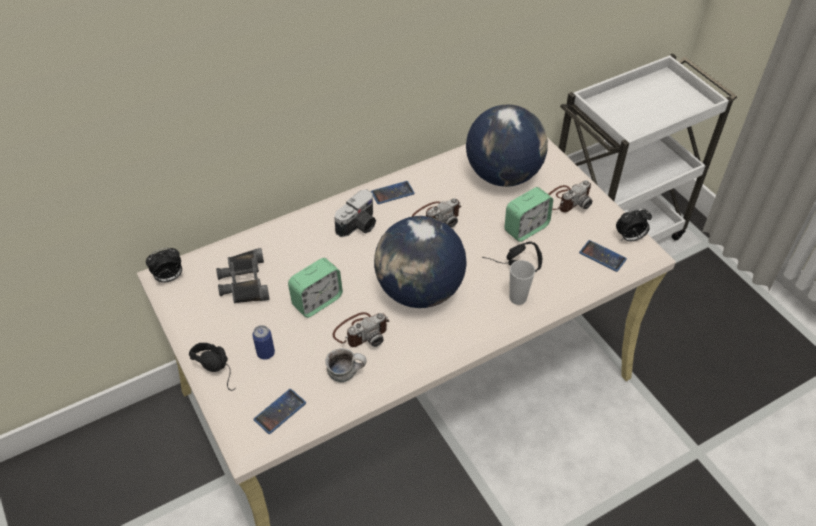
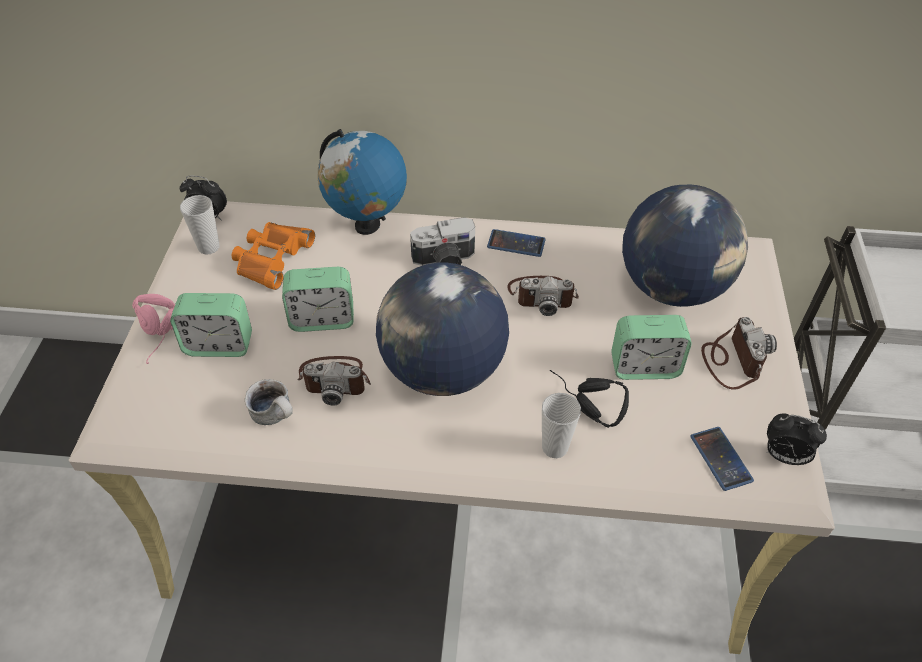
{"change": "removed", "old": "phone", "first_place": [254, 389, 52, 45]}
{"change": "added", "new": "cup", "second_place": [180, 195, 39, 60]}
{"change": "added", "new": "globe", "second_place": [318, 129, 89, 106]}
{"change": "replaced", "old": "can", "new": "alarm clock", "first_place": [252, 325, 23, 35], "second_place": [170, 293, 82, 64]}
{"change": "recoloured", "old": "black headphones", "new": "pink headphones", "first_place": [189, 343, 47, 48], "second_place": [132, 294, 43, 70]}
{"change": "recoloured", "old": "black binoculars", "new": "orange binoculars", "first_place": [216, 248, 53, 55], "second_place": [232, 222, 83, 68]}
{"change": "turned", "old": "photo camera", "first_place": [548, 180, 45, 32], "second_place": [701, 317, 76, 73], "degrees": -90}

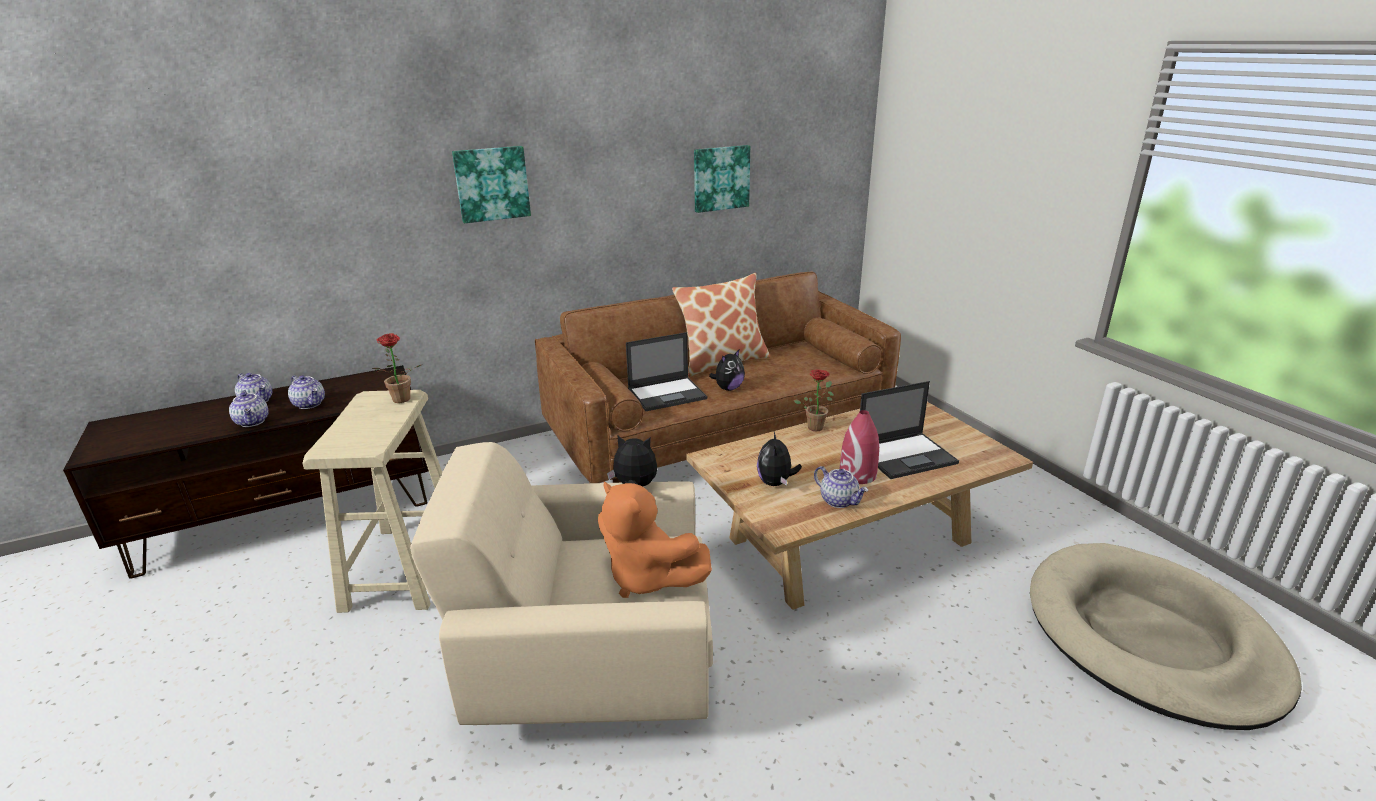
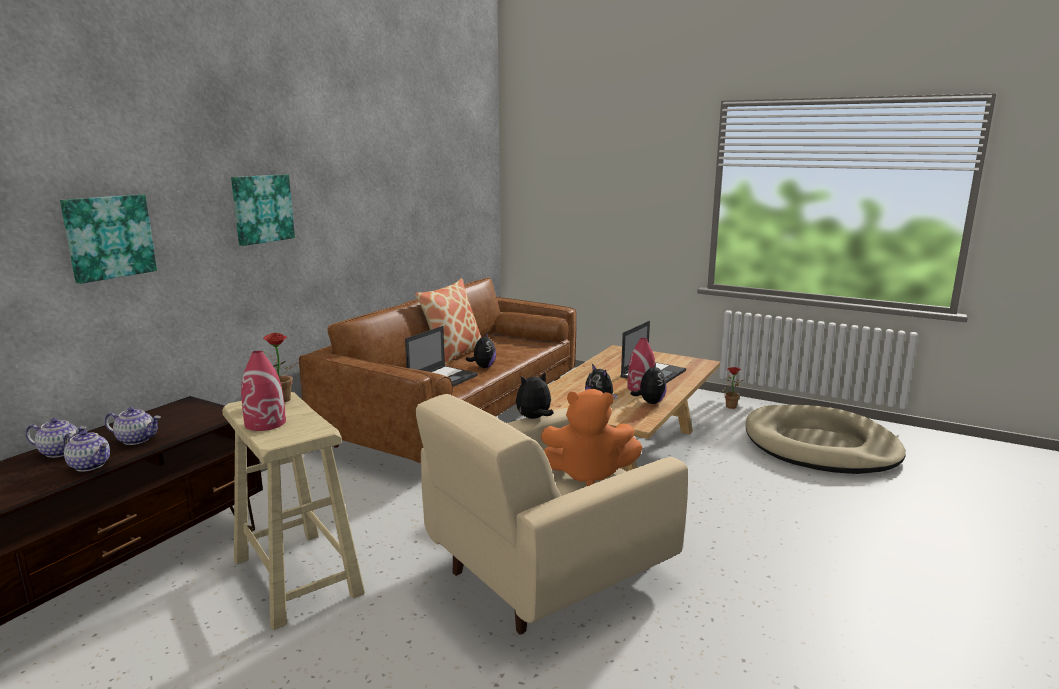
{"change": "added", "new": "red vase", "second_place": [241, 351, 45, 80]}
{"change": "moved", "old": "picture", "first_place": [694, 145, 56, 68], "second_place": [60, 194, 97, 90]}
{"change": "moved", "old": "potted plant", "first_place": [794, 370, 40, 61], "second_place": [722, 367, 21, 42]}
{"change": "replaced", "old": "teapot", "new": "plush toy", "first_place": [814, 466, 54, 42], "second_place": [631, 363, 36, 41]}

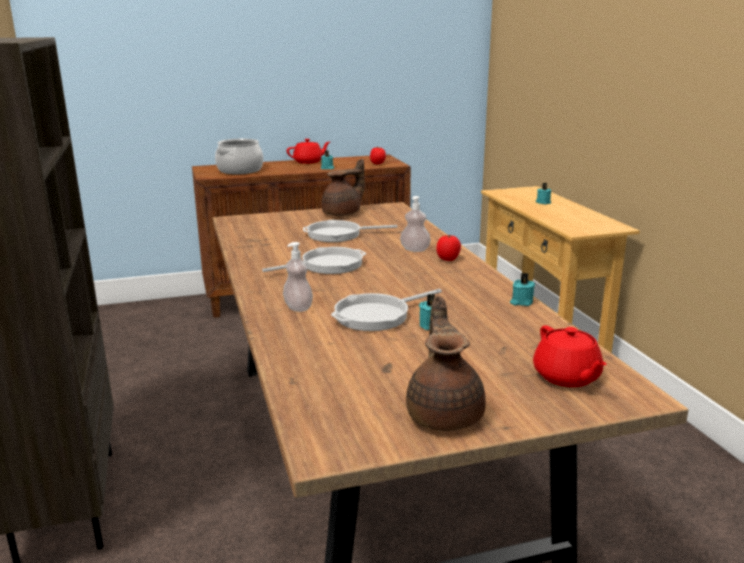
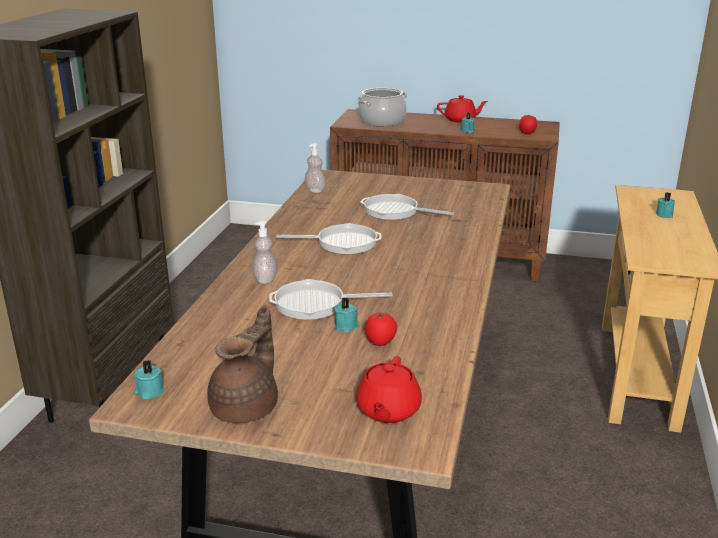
{"change": "removed", "old": "brown teapot", "first_place": [321, 159, 44, 57]}
{"change": "moved", "old": "soap dispenser", "first_place": [400, 196, 31, 56], "second_place": [304, 143, 22, 50]}
{"change": "moved", "old": "tomato", "first_place": [436, 235, 25, 26], "second_place": [365, 312, 32, 34]}
{"change": "moved", "old": "turquoise candle", "first_place": [510, 273, 25, 33], "second_place": [134, 360, 31, 40]}

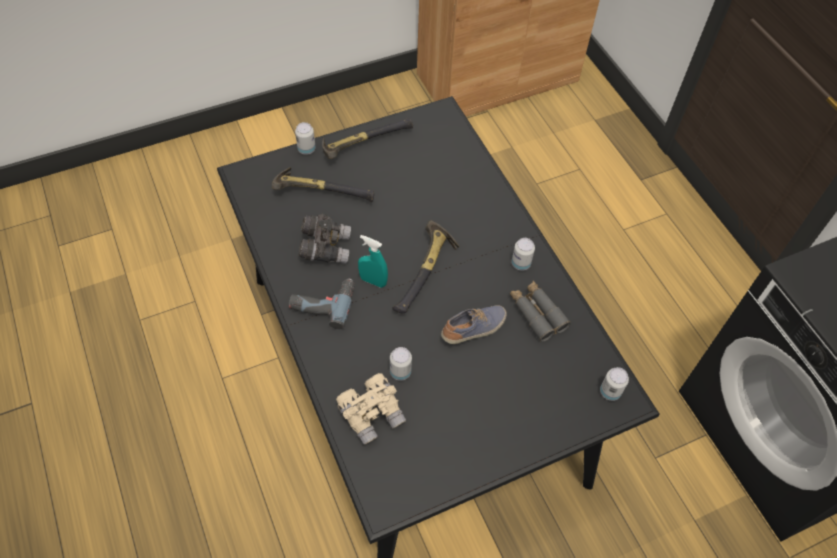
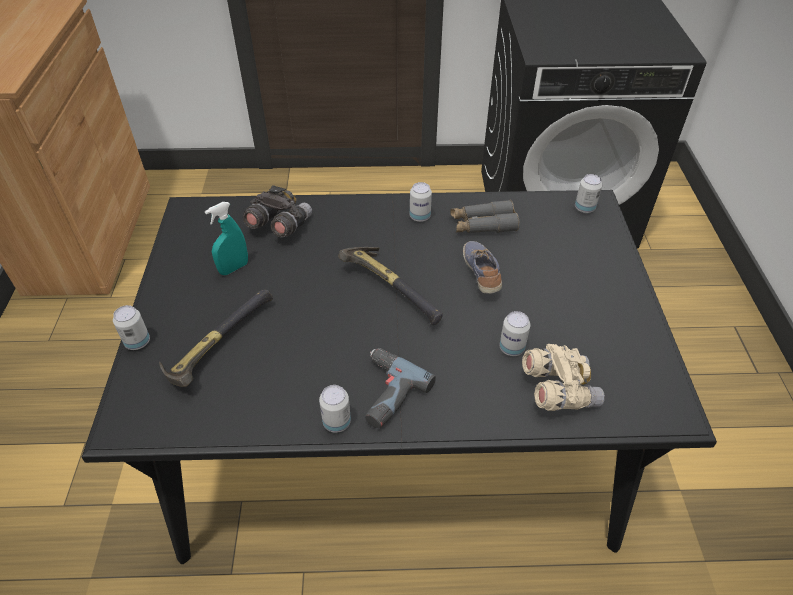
{"change": "removed", "old": "hammer", "first_place": [322, 119, 91, 40]}
{"change": "added", "new": "can", "second_place": [319, 385, 32, 48]}
{"change": "moved", "old": "grey binoculars", "first_place": [299, 214, 52, 50], "second_place": [243, 185, 69, 52]}
{"change": "moved", "old": "turquoise spray bottle", "first_place": [358, 235, 30, 53], "second_place": [205, 202, 43, 73]}

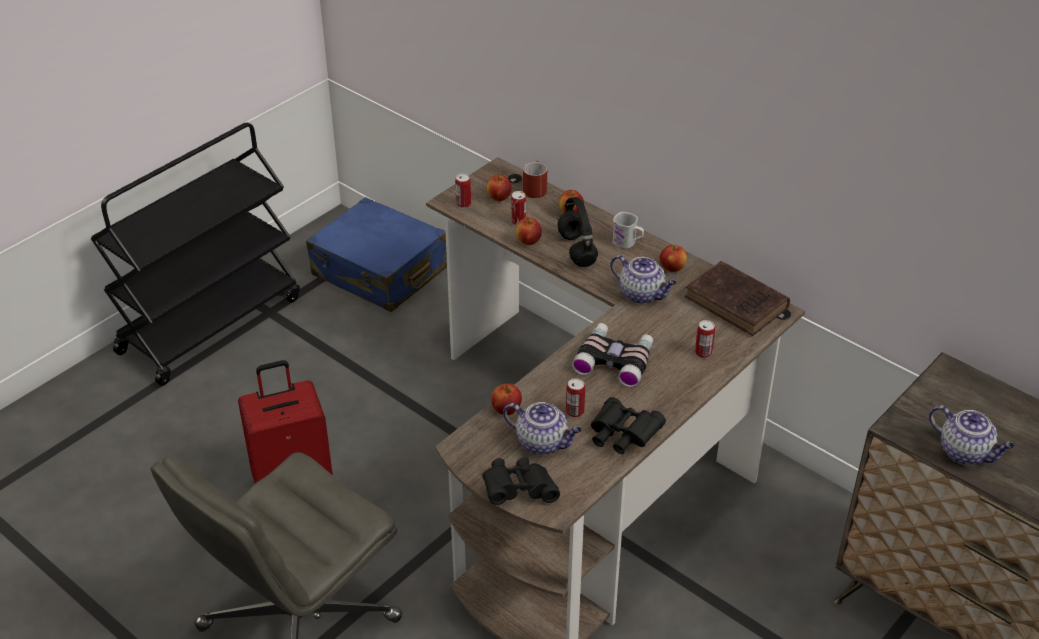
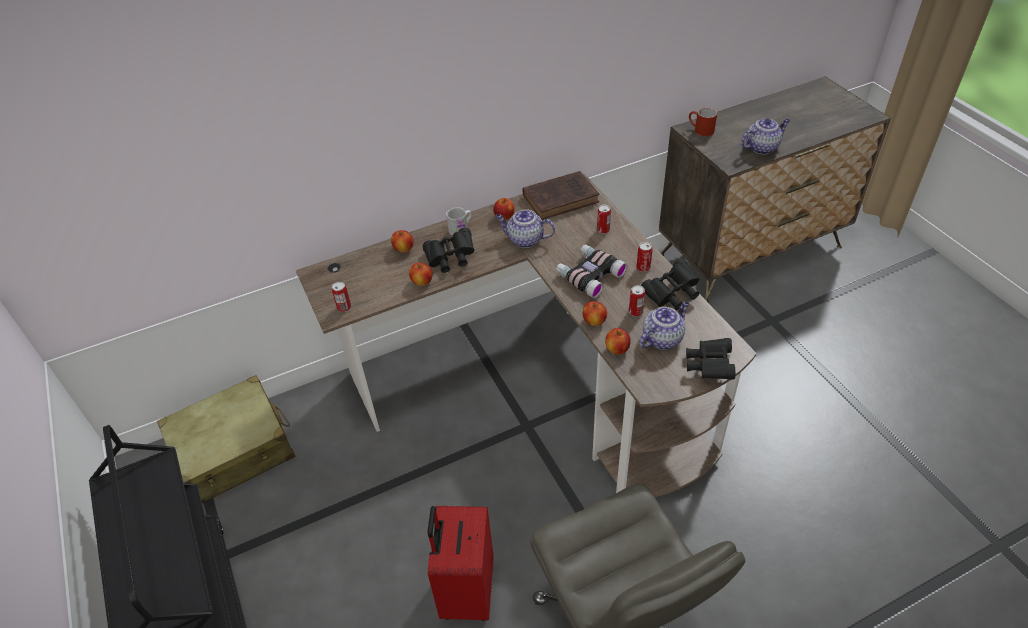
{"change": "moved", "old": "apple", "first_place": [486, 174, 26, 27], "second_place": [583, 301, 24, 25]}
{"change": "moved", "old": "can", "first_place": [511, 191, 15, 35], "second_place": [636, 242, 17, 30]}
{"change": "moved", "old": "red mug", "first_place": [523, 161, 24, 37], "second_place": [689, 107, 28, 29]}
{"change": "replaced", "old": "black headphones", "new": "black binoculars", "first_place": [558, 197, 40, 70], "second_place": [423, 228, 51, 45]}
{"change": "recoloured", "old": "blue suitcase", "new": "beige suitcase", "first_place": [306, 197, 141, 115], "second_place": [157, 375, 138, 128]}
{"change": "turned", "old": "teapot", "first_place": [610, 255, 67, 49], "second_place": [495, 209, 60, 39], "degrees": -135}

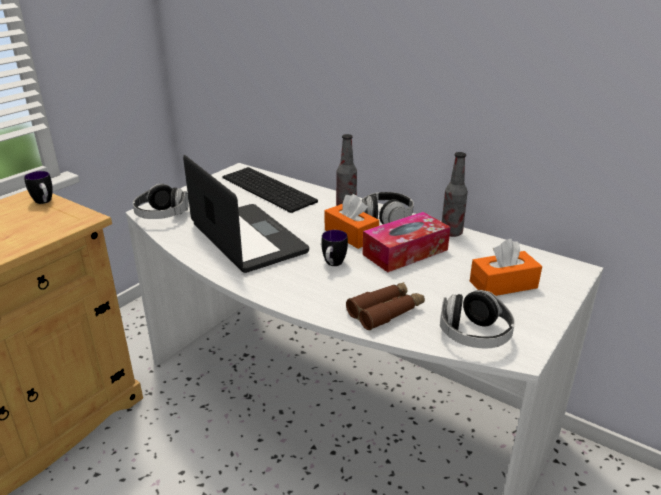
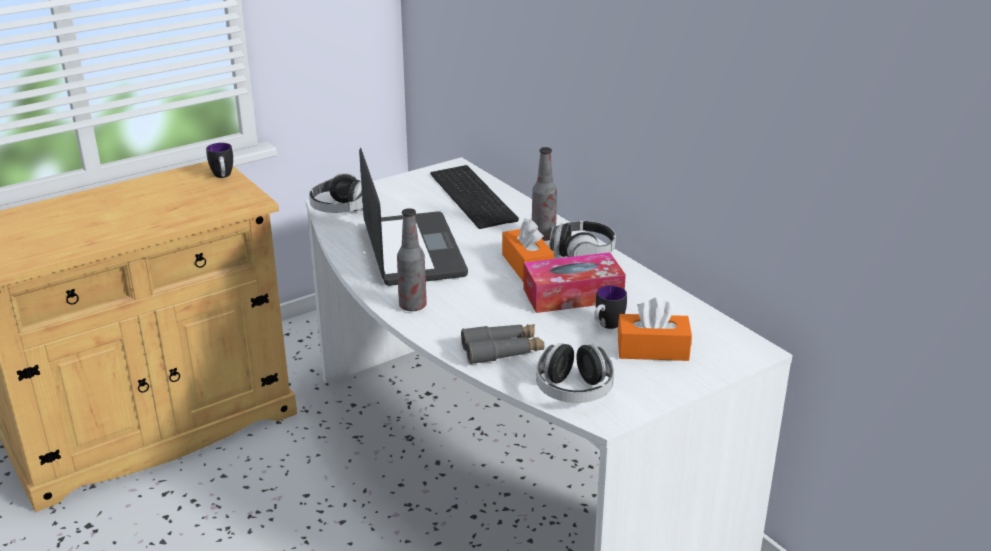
{"change": "moved", "old": "mug", "first_place": [321, 230, 27, 36], "second_place": [594, 285, 33, 44]}
{"change": "moved", "old": "bottle", "first_place": [442, 152, 26, 85], "second_place": [397, 208, 30, 103]}
{"change": "recoloured", "old": "brown binoculars", "new": "grey binoculars", "first_place": [346, 282, 79, 48], "second_place": [461, 324, 83, 40]}

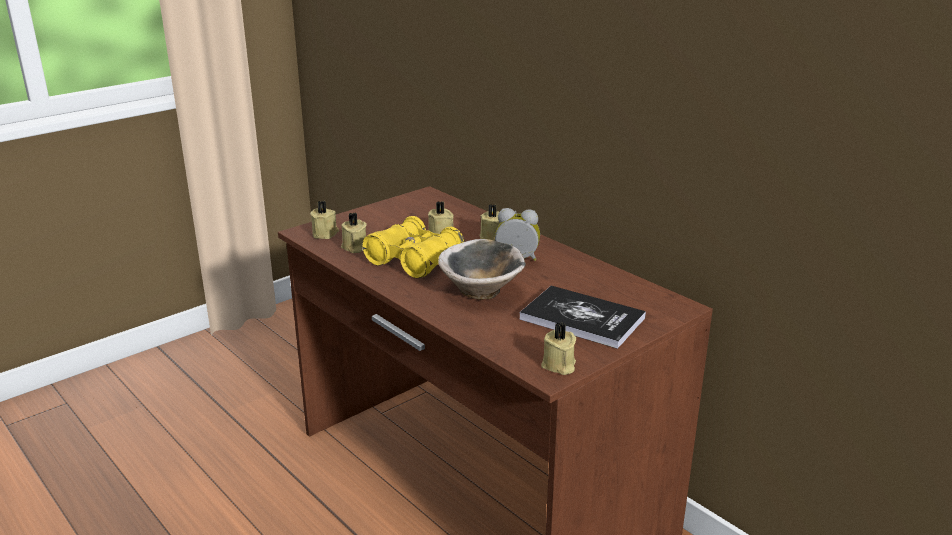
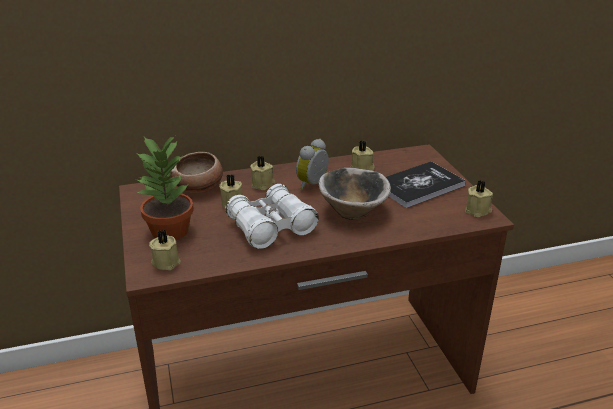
{"change": "added", "new": "potted plant", "second_place": [135, 136, 59, 104]}
{"change": "added", "new": "bowl", "second_place": [171, 152, 52, 41]}
{"change": "moved", "old": "beige candle", "first_place": [341, 212, 26, 41], "second_place": [350, 141, 25, 30]}
{"change": "recoloured", "old": "yellow binoculars", "new": "white binoculars", "first_place": [362, 216, 102, 62], "second_place": [225, 184, 94, 65]}

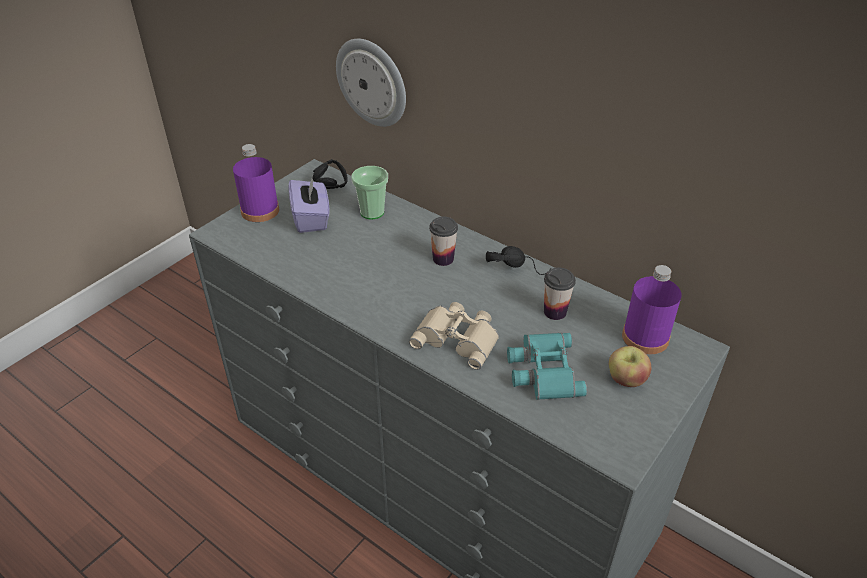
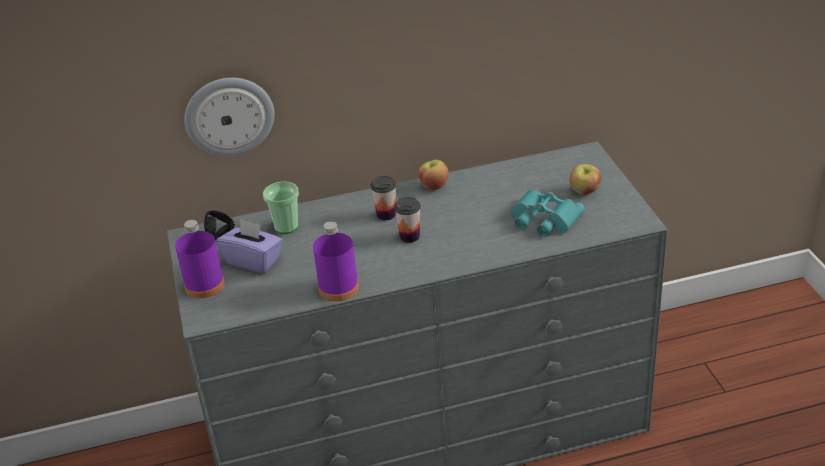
{"change": "removed", "old": "beige binoculars", "first_place": [409, 302, 90, 68]}
{"change": "moved", "old": "cup", "first_place": [544, 268, 32, 52], "second_place": [394, 197, 27, 46]}
{"change": "moved", "old": "purple bottle", "first_place": [622, 265, 60, 89], "second_place": [313, 221, 46, 80]}
{"change": "replaced", "old": "black headphones", "new": "apple", "first_place": [486, 246, 65, 29], "second_place": [419, 160, 30, 30]}

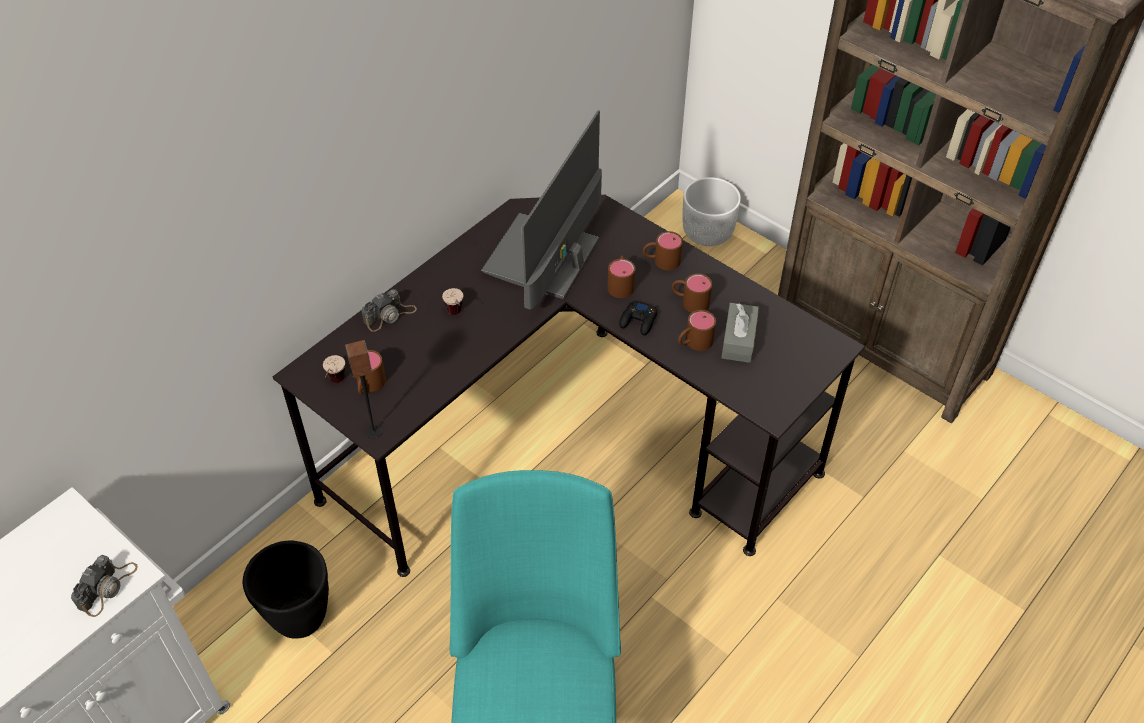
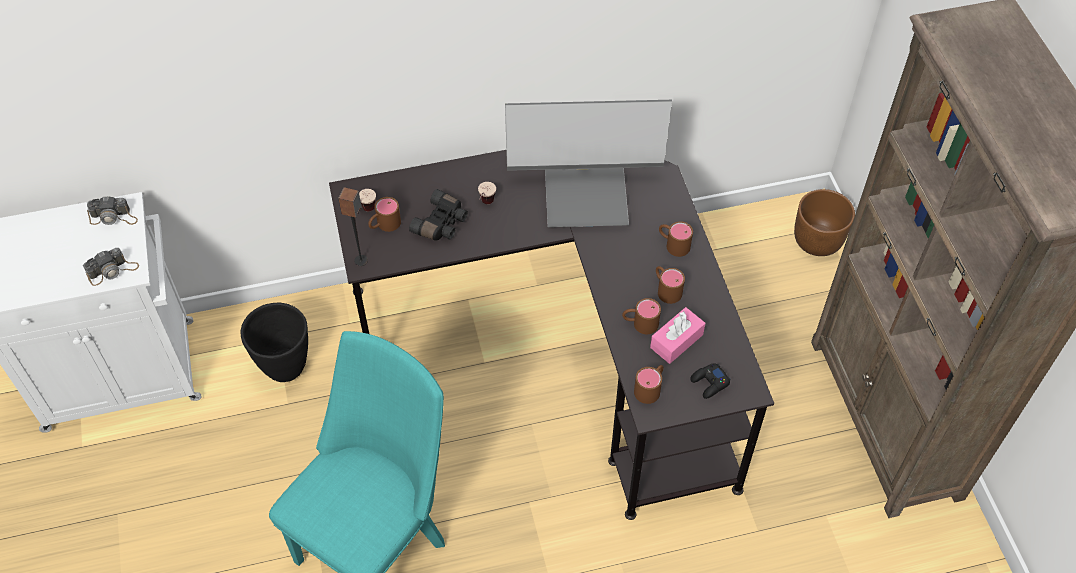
{"change": "added", "new": "black binoculars", "second_place": [409, 189, 59, 52]}
{"change": "moved", "old": "photo camera", "first_place": [361, 290, 56, 42], "second_place": [87, 196, 51, 29]}
{"change": "moved", "old": "brown mug", "first_place": [607, 255, 28, 43], "second_place": [634, 365, 30, 39]}
{"change": "moved", "old": "black game controller", "first_place": [619, 300, 38, 35], "second_place": [690, 363, 41, 36]}
{"change": "recoloured", "old": "white planter", "new": "brown planter", "first_place": [682, 177, 59, 69], "second_place": [794, 189, 61, 67]}
{"change": "recoloured", "old": "grey tissue box", "new": "pink tissue box", "first_place": [721, 303, 38, 60], "second_place": [650, 307, 55, 57]}
{"change": "turned", "old": "monitor", "first_place": [481, 110, 121, 199], "second_place": [505, 100, 167, 127], "degrees": -150}

